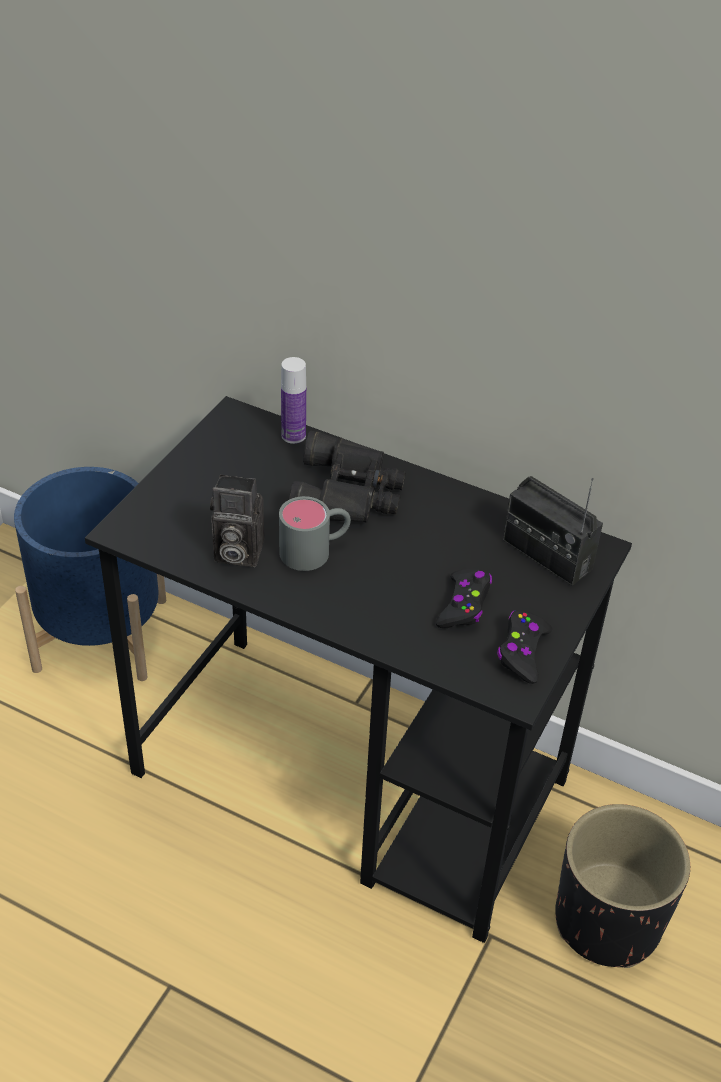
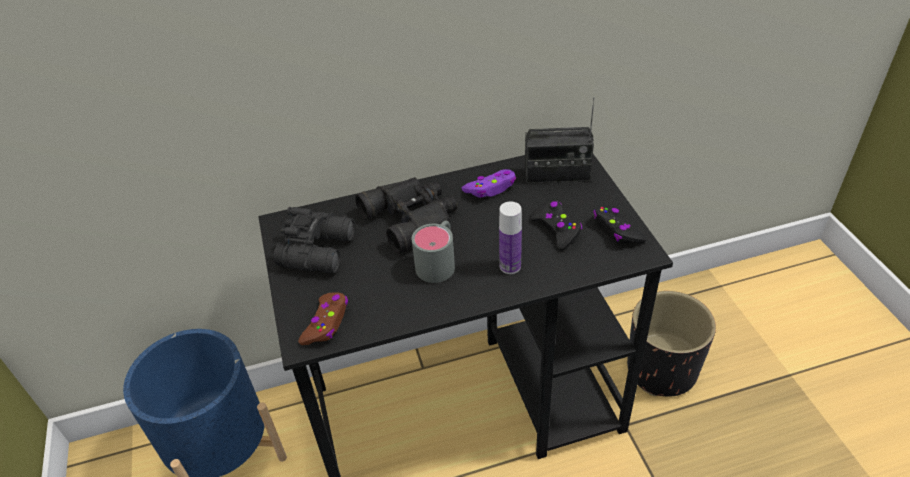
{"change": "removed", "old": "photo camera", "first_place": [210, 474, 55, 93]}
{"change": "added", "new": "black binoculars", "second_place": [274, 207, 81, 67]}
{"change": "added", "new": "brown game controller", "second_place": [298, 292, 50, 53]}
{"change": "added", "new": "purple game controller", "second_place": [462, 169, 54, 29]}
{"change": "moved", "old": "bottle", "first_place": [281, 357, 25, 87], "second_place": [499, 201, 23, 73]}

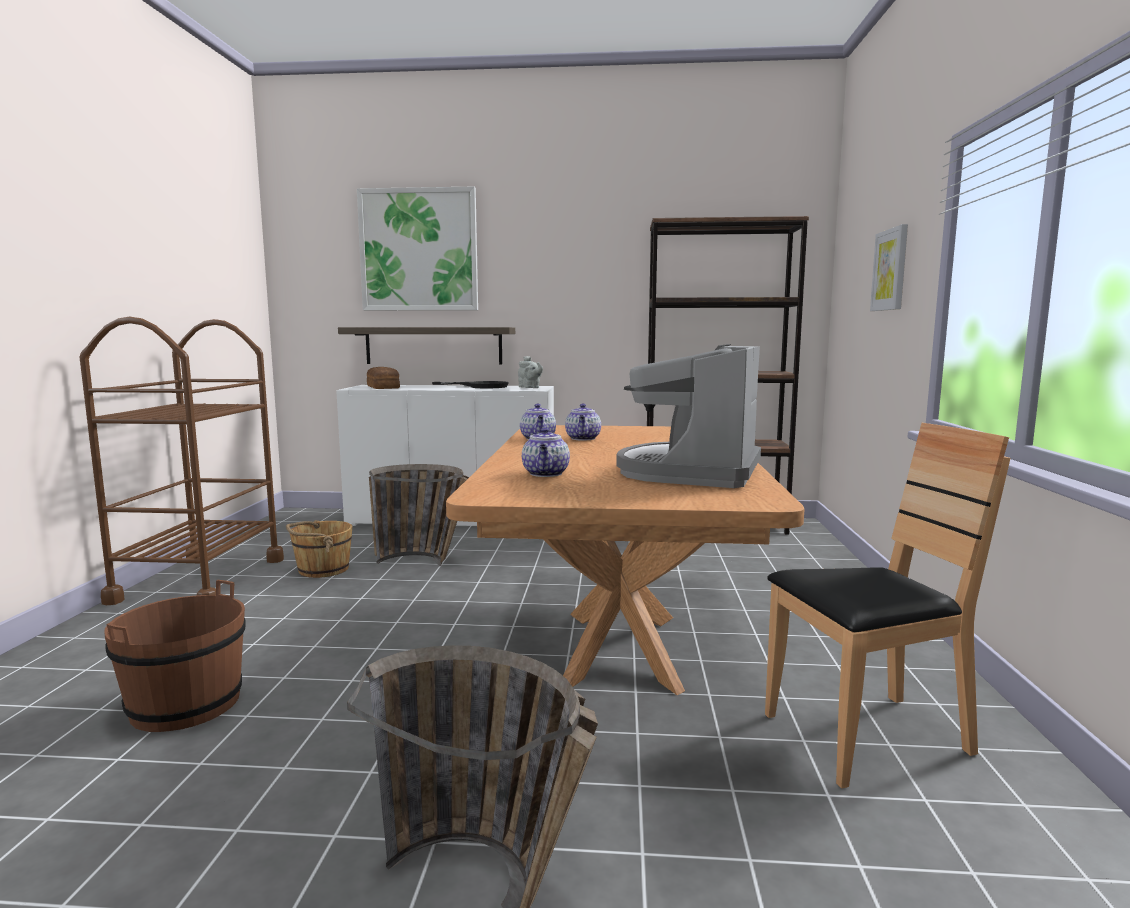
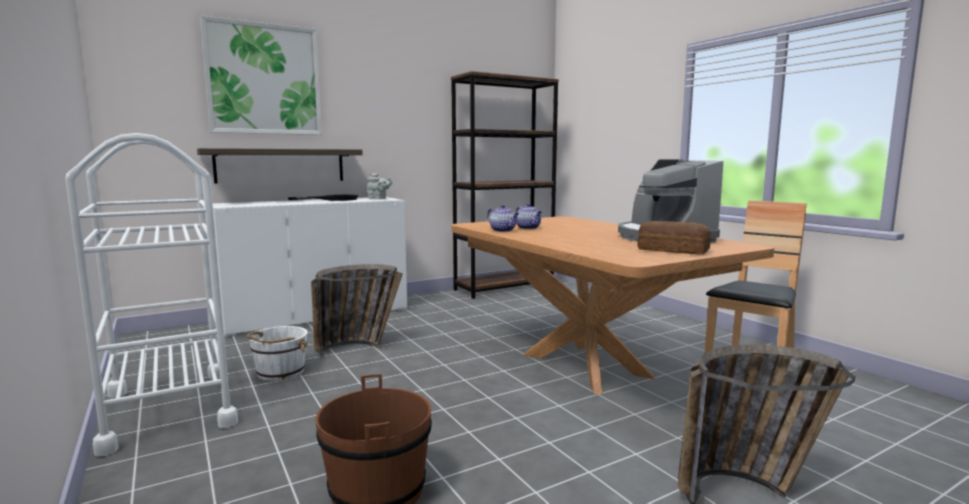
{"change": "removed", "old": "teapot", "first_place": [522, 427, 48, 50]}
{"change": "removed", "old": "picture", "first_place": [870, 224, 38, 87]}
{"change": "moved", "old": "bread", "first_place": [367, 367, 33, 22], "second_place": [637, 221, 74, 34]}
{"change": "recoloured", "old": "brown cart", "new": "white cart", "first_place": [80, 317, 204, 288], "second_place": [65, 133, 173, 324]}
{"change": "recoloured", "old": "brown bucket", "new": "white bucket", "first_place": [286, 520, 66, 58], "second_place": [246, 326, 62, 55]}

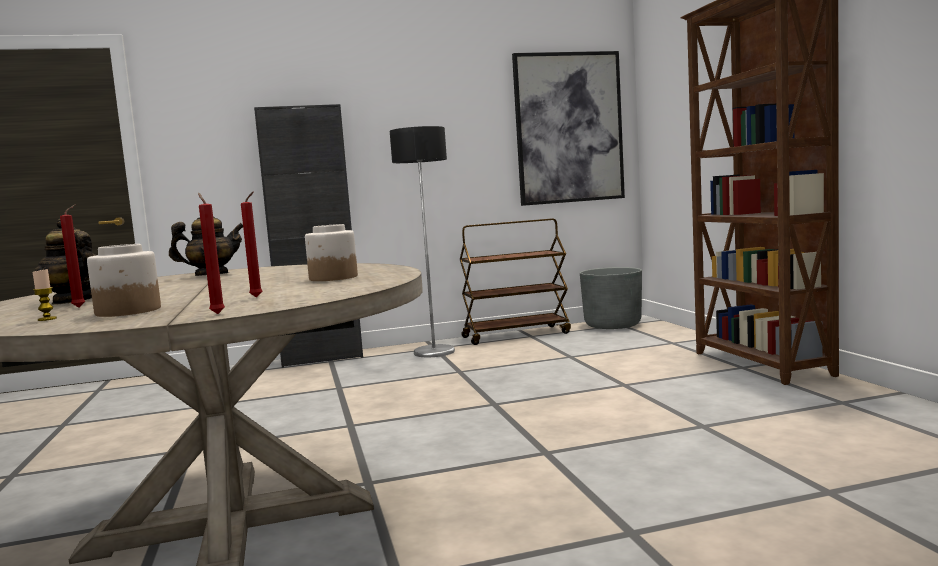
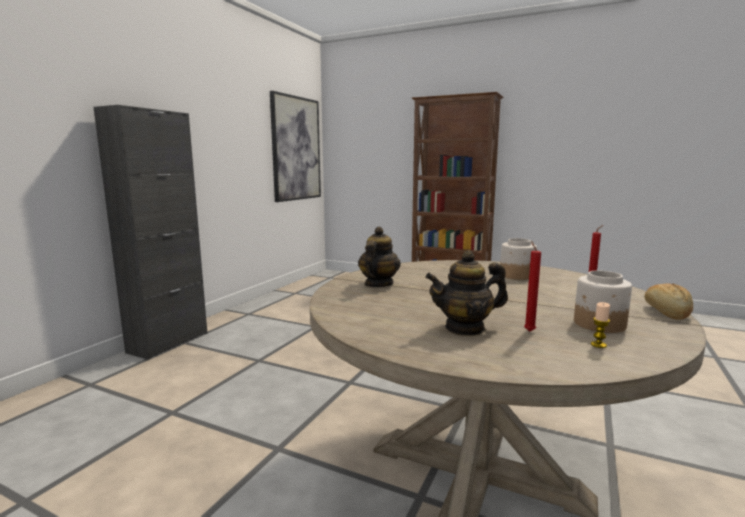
{"change": "removed", "old": "floor lamp", "first_place": [390, 126, 65, 231]}
{"change": "removed", "old": "brown cart", "first_place": [460, 219, 111, 126]}
{"change": "removed", "old": "grey planter", "first_place": [580, 267, 62, 62]}
{"change": "replaced", "old": "red candle", "new": "bread", "first_place": [198, 193, 27, 121], "second_place": [644, 283, 49, 37]}

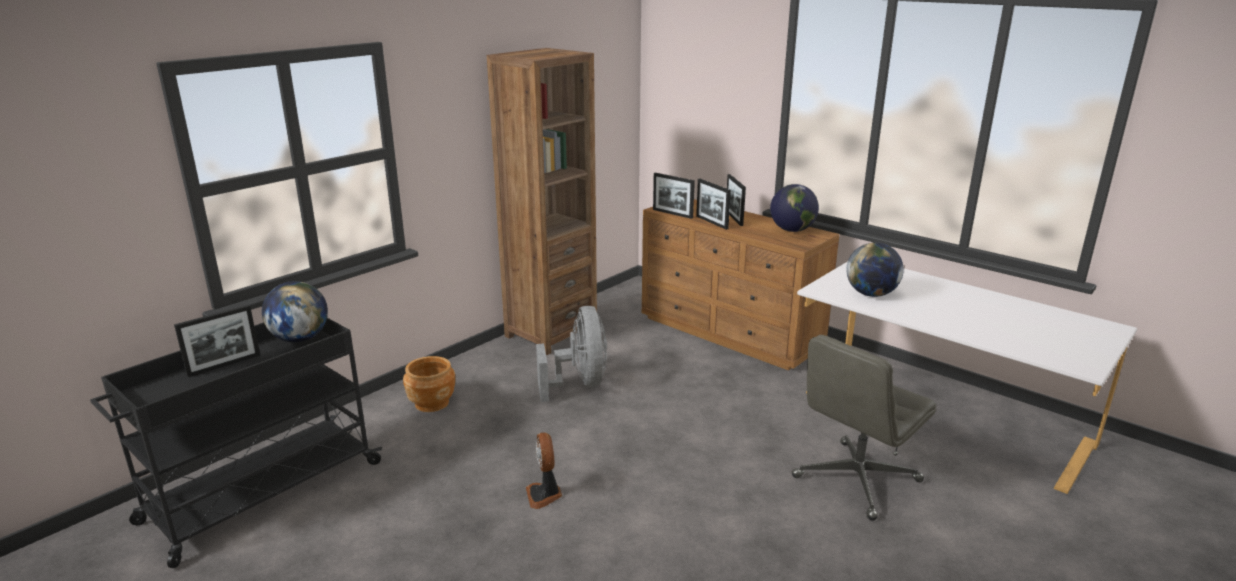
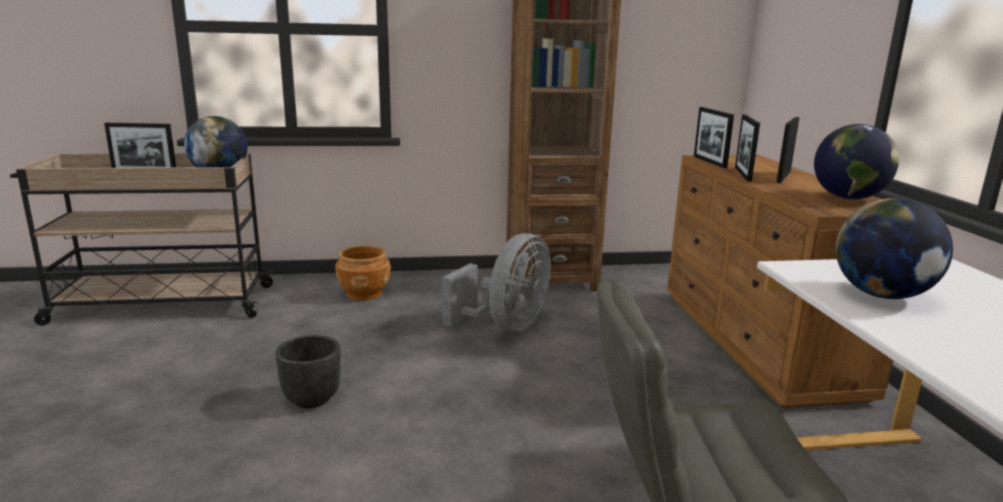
{"change": "replaced", "old": "fan", "new": "black planter", "first_place": [526, 433, 36, 76], "second_place": [275, 335, 66, 73]}
{"change": "recoloured", "old": "black cart", "new": "beige cart", "first_place": [90, 318, 292, 250], "second_place": [10, 153, 264, 172]}

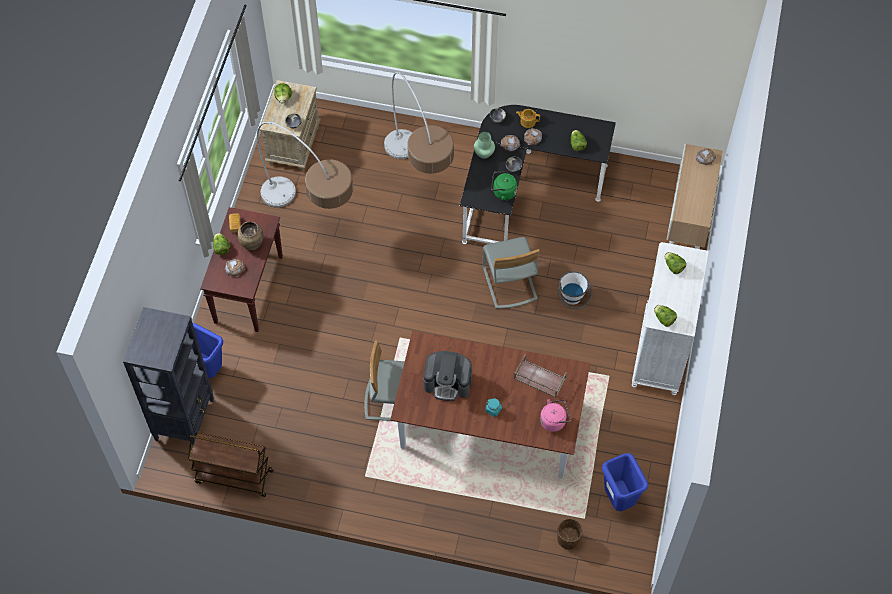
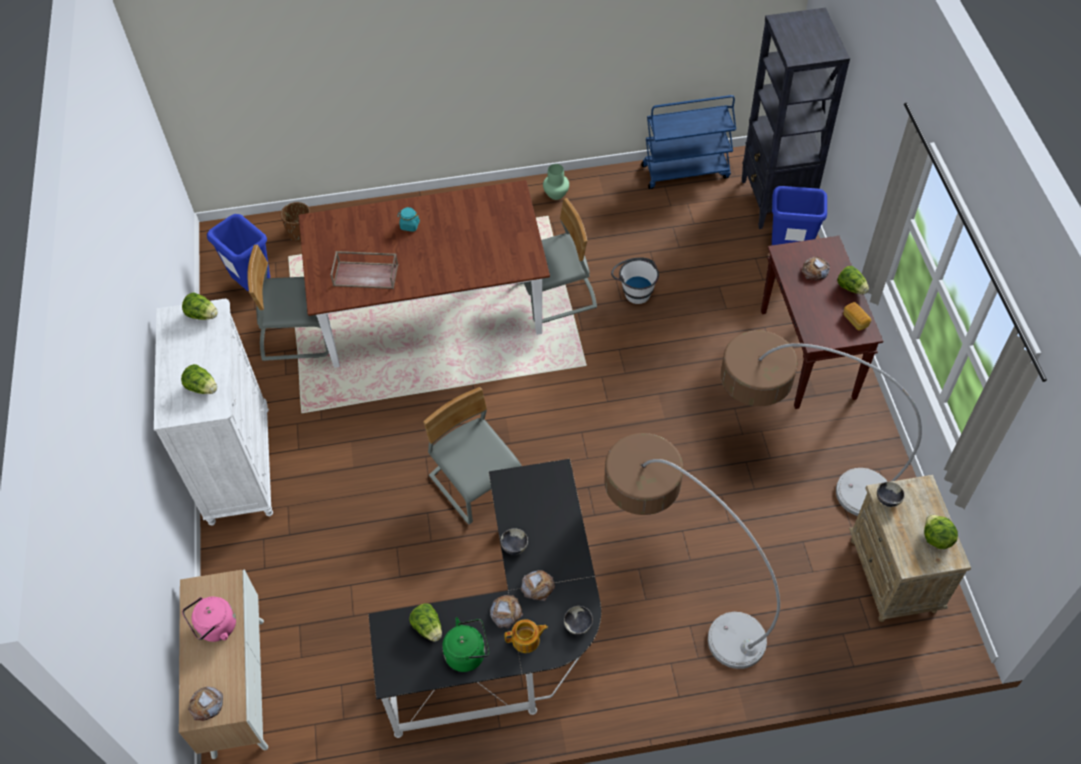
{"change": "removed", "old": "brown vase", "first_place": [237, 221, 27, 29]}
{"change": "removed", "old": "coffee machine", "first_place": [423, 351, 49, 50]}
{"change": "added", "new": "grey chair", "second_place": [247, 245, 82, 116]}
{"change": "moved", "old": "green vase", "first_place": [474, 132, 21, 27], "second_place": [543, 164, 26, 36]}
{"change": "moved", "old": "green kettle", "first_place": [491, 171, 26, 30], "second_place": [442, 617, 47, 55]}
{"change": "moved", "old": "pink kettle", "first_place": [540, 399, 31, 33], "second_place": [182, 597, 54, 45]}
{"change": "moved", "old": "white bucket", "first_place": [558, 271, 34, 38], "second_place": [611, 257, 48, 47]}
{"change": "recoloured", "old": "brown cart", "new": "blue cart", "first_place": [188, 432, 86, 65], "second_place": [641, 95, 95, 94]}

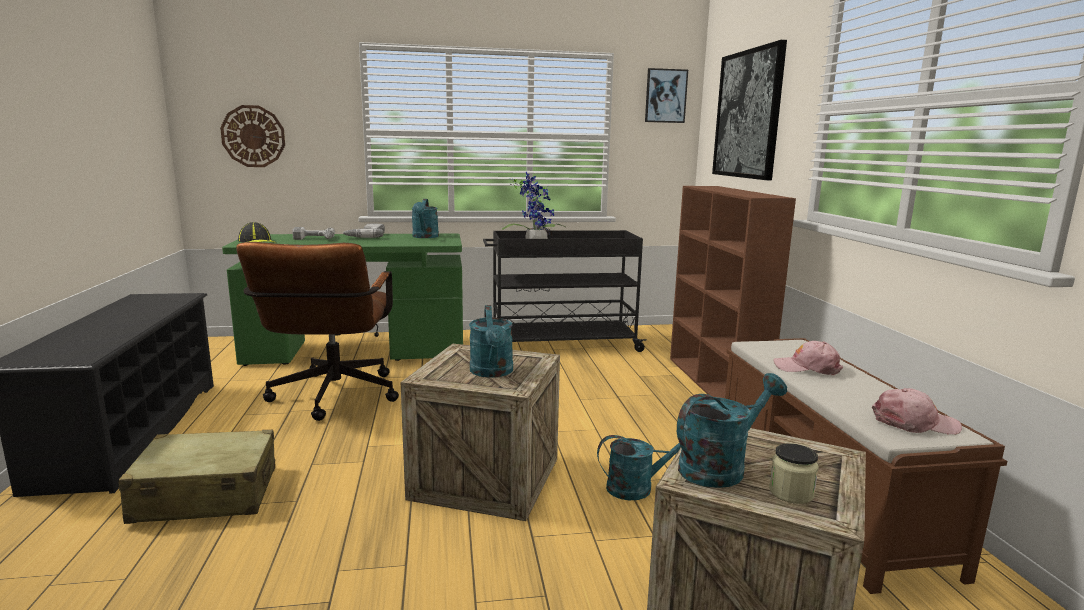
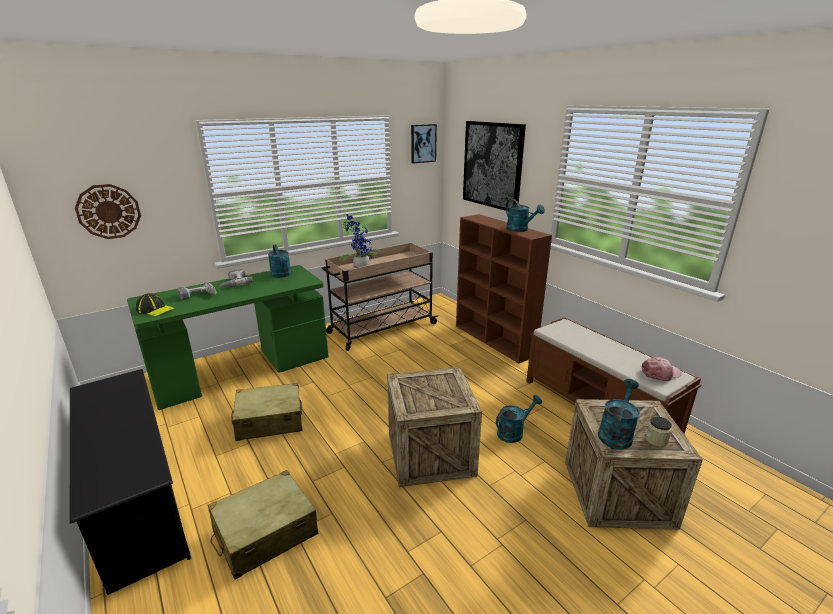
{"change": "removed", "old": "pink cap", "first_place": [773, 341, 70, 34]}
{"change": "moved", "old": "turquoise watering can", "first_place": [469, 305, 44, 73], "second_place": [506, 199, 39, 33]}
{"change": "replaced", "old": "brown office chair", "new": "beige suitcase", "first_place": [236, 242, 163, 179], "second_place": [231, 383, 72, 58]}
{"change": "recoloured", "old": "black cart", "new": "beige cart", "first_place": [483, 230, 164, 122], "second_place": [322, 243, 116, 108]}

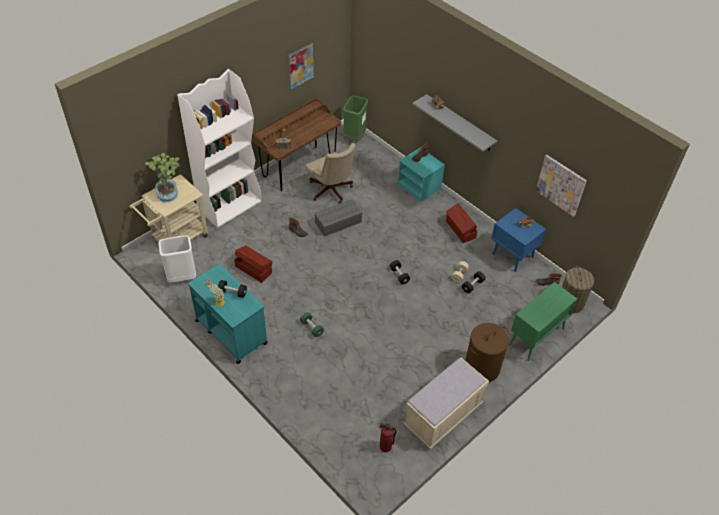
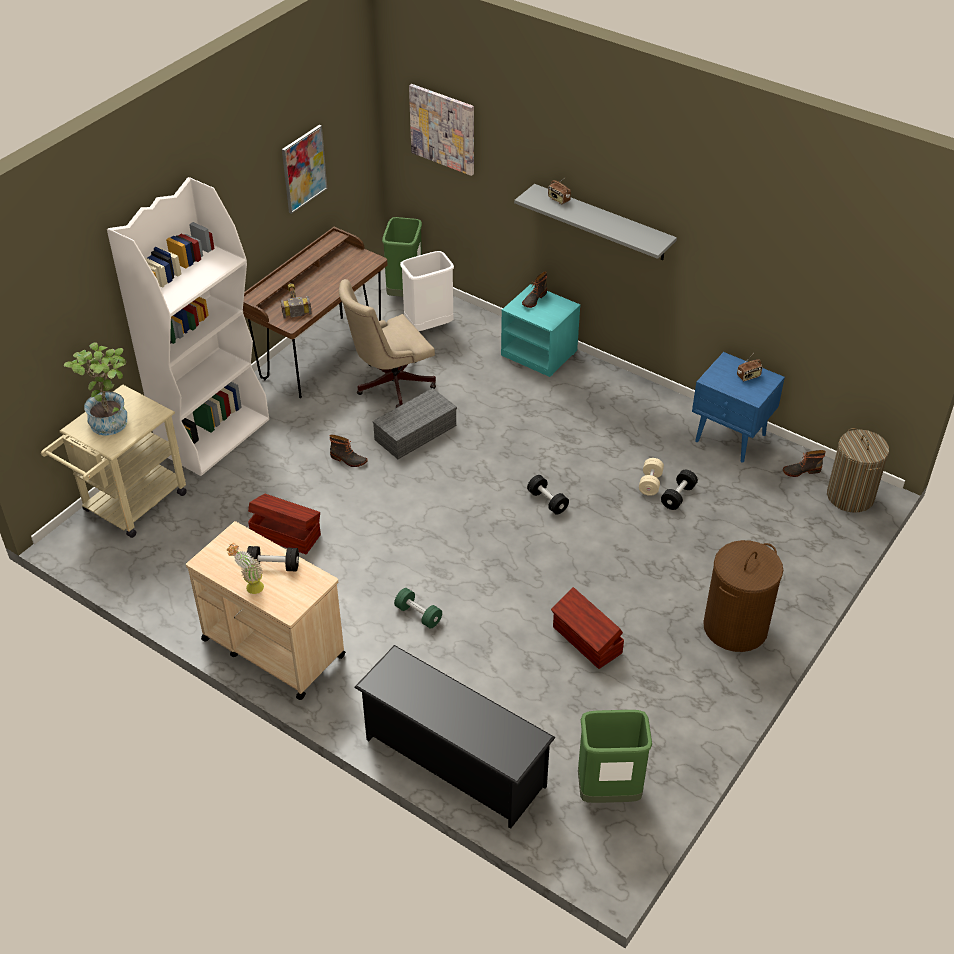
{"change": "removed", "old": "beige bench", "first_place": [404, 358, 85, 91]}
{"change": "removed", "old": "green cabinet", "first_place": [509, 282, 68, 79]}
{"change": "added", "new": "black shoe rack", "second_place": [354, 645, 201, 184]}
{"change": "moved", "old": "white trash can", "first_place": [158, 235, 38, 47], "second_place": [400, 251, 54, 80]}
{"change": "moved", "old": "brown storage box", "first_place": [446, 203, 32, 40], "second_place": [551, 587, 73, 82]}
{"change": "moved", "old": "picture", "first_place": [536, 155, 51, 62], "second_place": [409, 84, 65, 92]}
{"change": "replaced", "old": "fire extinguisher", "new": "green trash can", "first_place": [379, 423, 18, 29], "second_place": [578, 710, 74, 93]}
{"change": "recoloured", "old": "turquoise cart", "new": "beige cart", "first_place": [188, 263, 79, 101], "second_place": [186, 521, 160, 179]}
{"change": "turned", "old": "beige office chair", "first_place": [306, 143, 50, 60], "second_place": [339, 279, 97, 129], "degrees": 105}

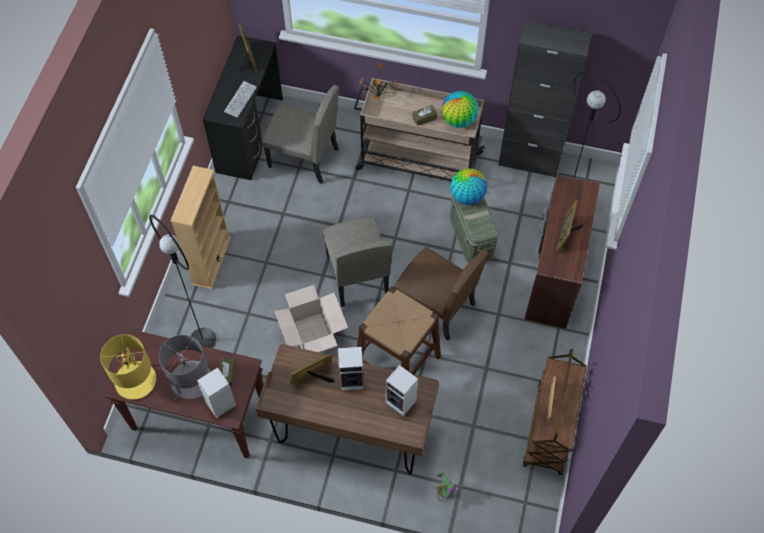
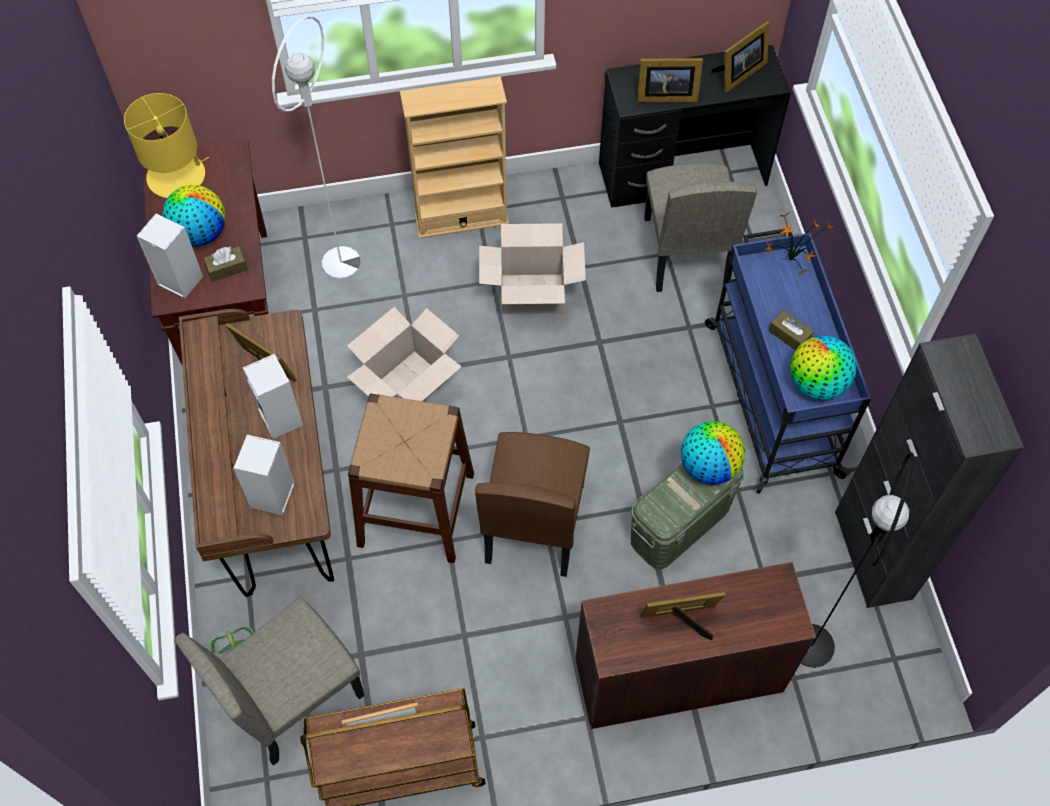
{"change": "added", "new": "cardboard box", "second_place": [479, 223, 107, 91]}
{"change": "moved", "old": "beige chair", "first_place": [322, 218, 70, 89], "second_place": [174, 598, 190, 167]}
{"change": "replaced", "old": "grey table lamp", "new": "globe", "first_place": [159, 335, 52, 65], "second_place": [162, 185, 64, 61]}
{"change": "replaced", "old": "keyboard", "new": "picture frame", "first_place": [224, 81, 33, 36], "second_place": [637, 58, 66, 45]}
{"change": "recoloured", "old": "black floor lamp", "new": "white floor lamp", "first_place": [149, 215, 67, 133], "second_place": [272, 15, 89, 264]}
{"change": "recoloured", "old": "beige cart", "new": "blue cart", "first_place": [354, 78, 131, 103], "second_place": [705, 229, 166, 265]}

